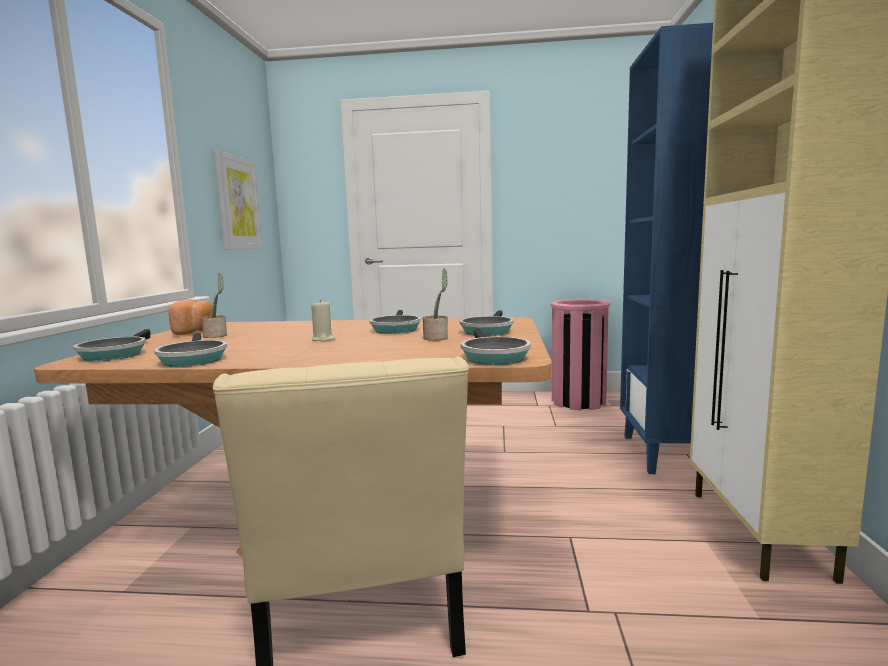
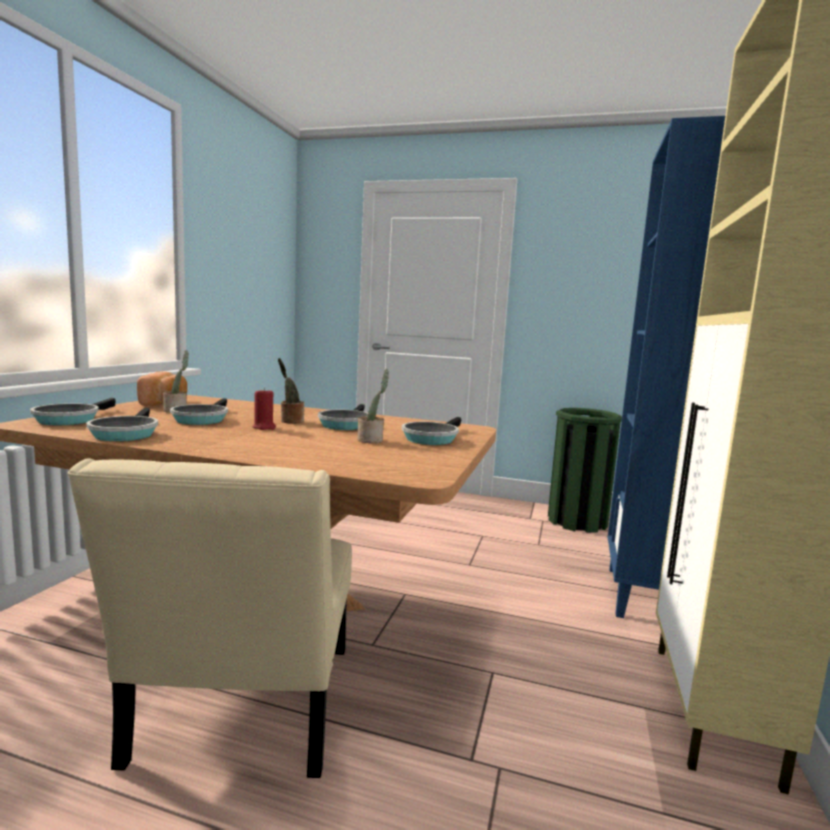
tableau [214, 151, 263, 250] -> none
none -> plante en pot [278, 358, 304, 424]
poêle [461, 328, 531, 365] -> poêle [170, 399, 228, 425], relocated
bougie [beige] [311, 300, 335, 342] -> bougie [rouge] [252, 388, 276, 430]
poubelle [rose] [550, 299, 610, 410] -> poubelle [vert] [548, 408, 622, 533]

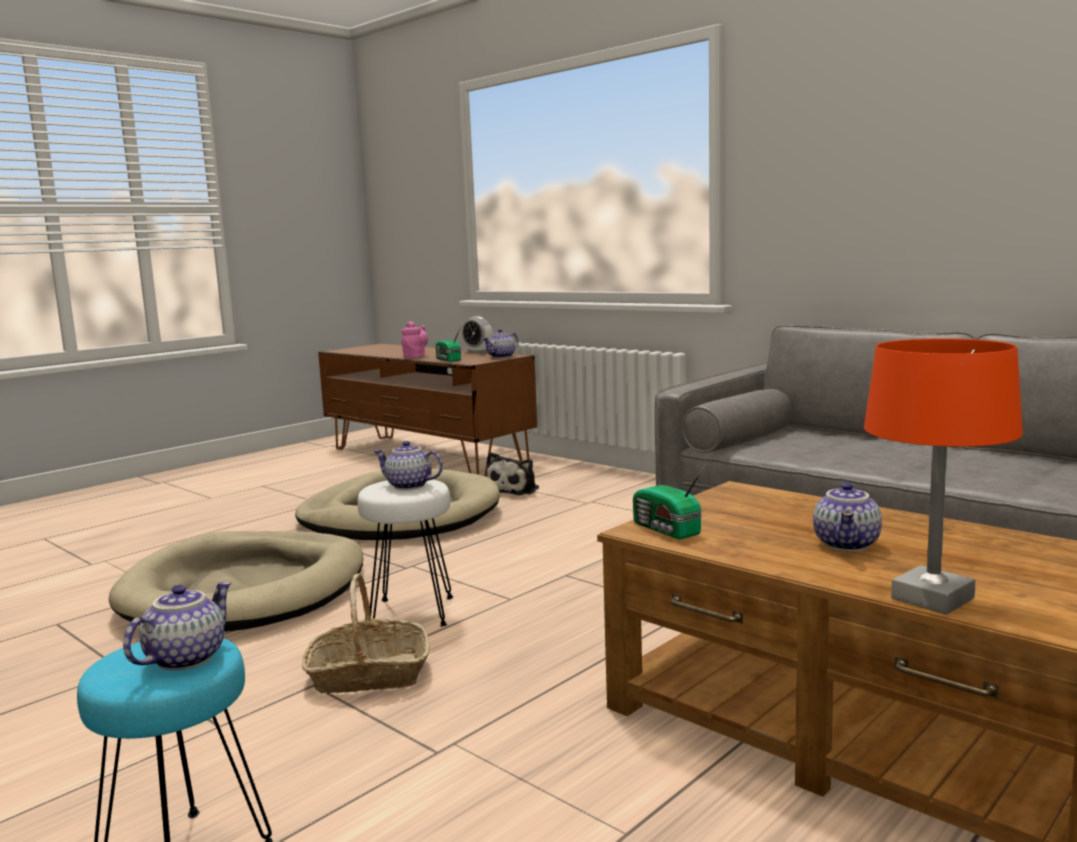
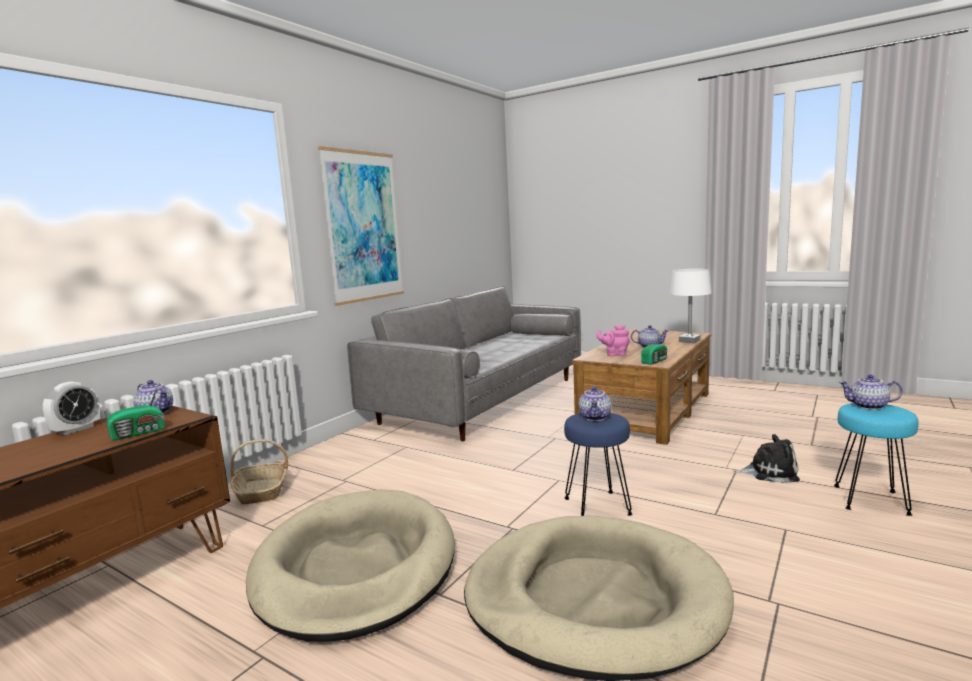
none -> tableau [318, 146, 404, 306]
panier [302, 573, 430, 693] -> panier [230, 440, 288, 505], relocated
théière [rose] [401, 321, 428, 358] -> théière [rose] [597, 325, 630, 356], relocated
peluche [486, 452, 539, 495] -> peluche [734, 434, 800, 483], relocated
tabouret [blanc] [357, 479, 453, 626] -> tabouret [bleu] [564, 413, 633, 516]
lampe de table [orange] [864, 339, 1023, 615] -> lampe de table [blanc] [670, 269, 712, 343]

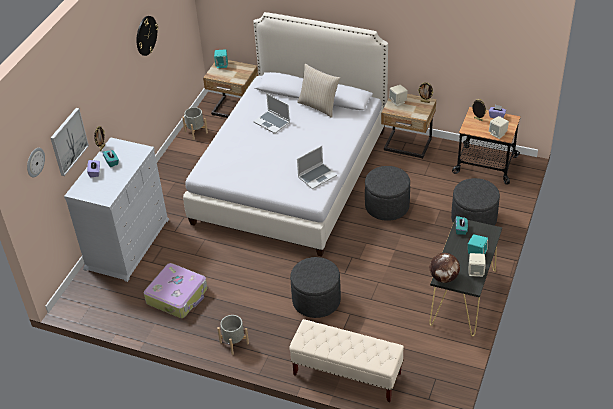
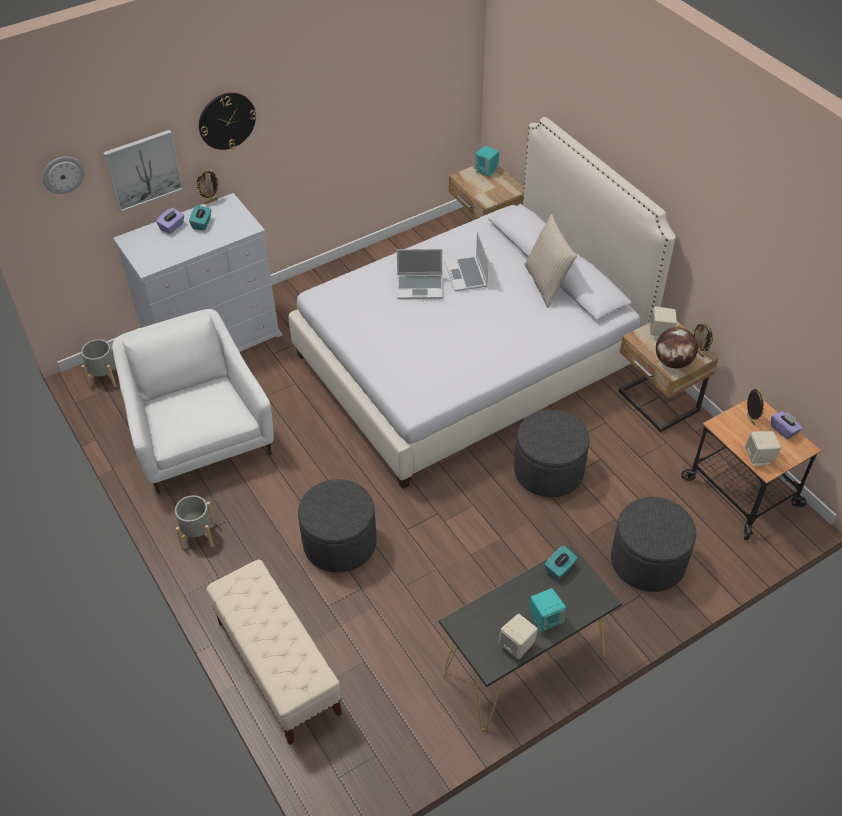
horloge murale [137, 16, 158, 56] -> horloge murale [199, 93, 256, 150], relocated
cache-pot [gris] [182, 107, 208, 140] -> cache-pot [gris] [81, 339, 116, 388], relocated
ordinateur portable [297, 146, 337, 189] -> ordinateur portable [397, 249, 443, 299], relocated
globe [430, 253, 460, 283] -> globe [656, 327, 698, 369], relocated
valise [144, 263, 208, 318] -> fauteuil [blanc] [112, 309, 274, 494]

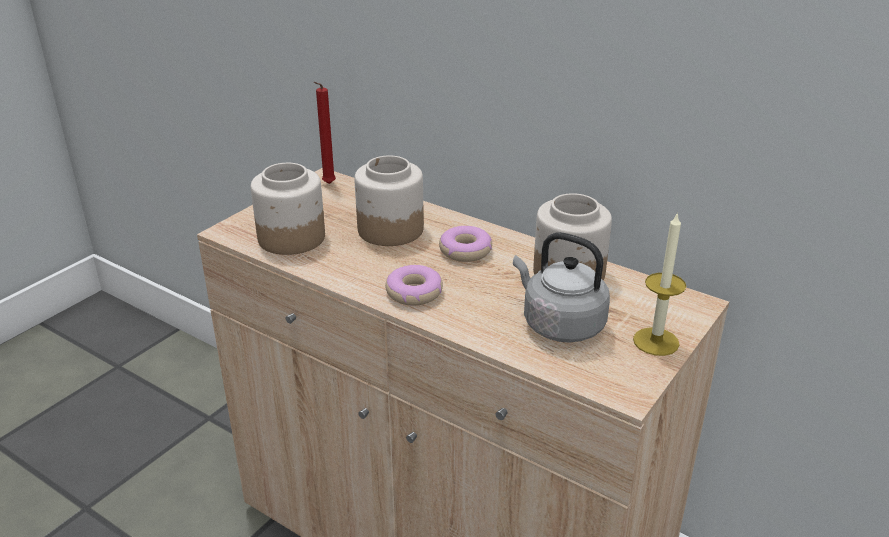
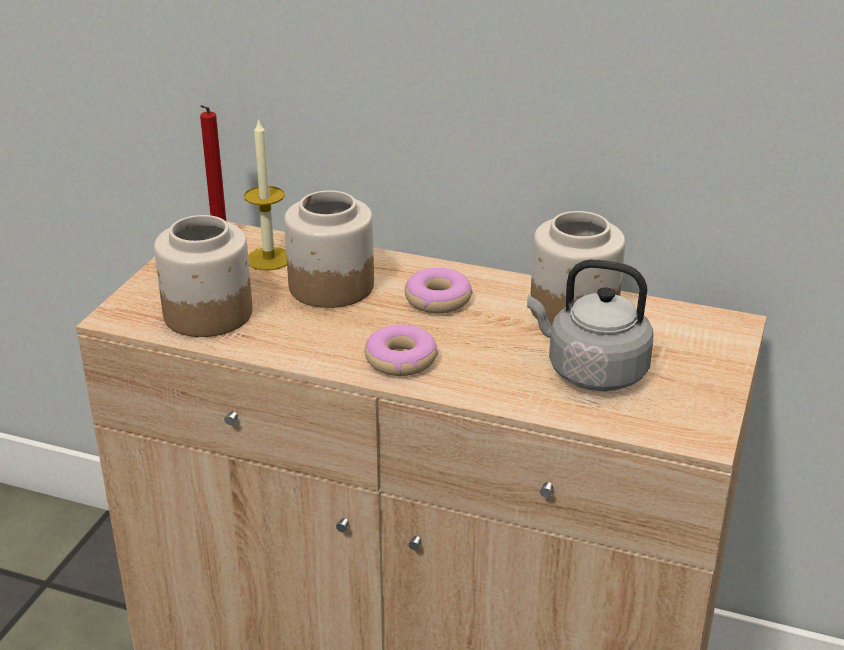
bougie [633, 212, 686, 356] -> bougie [244, 118, 287, 271], relocated

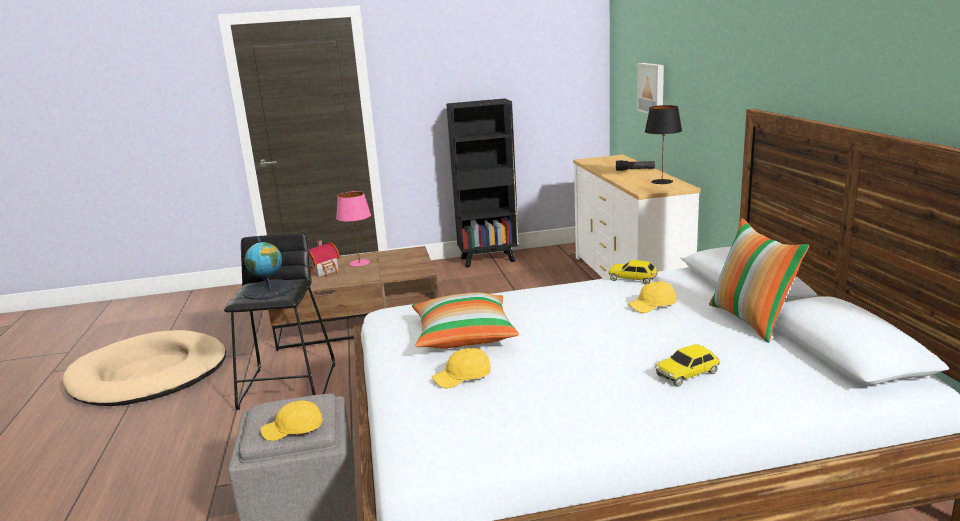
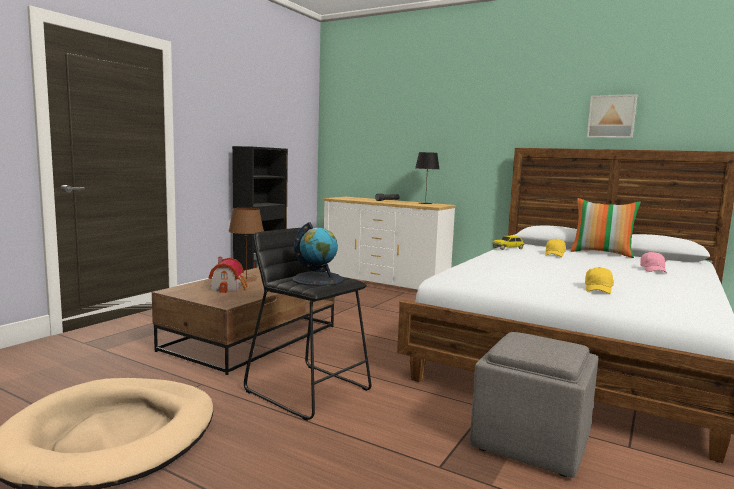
casquette [jaune] [261, 400, 323, 441] -> none
coussin [412, 293, 519, 348] -> none
tableau [637, 63, 664, 114] -> tableau [587, 94, 637, 138], relocated
petite voiture [655, 344, 720, 387] -> casquette [rose] [640, 252, 667, 273]
lampe de table [rose] [336, 191, 371, 266] -> lampe de table [marron] [228, 208, 263, 282]

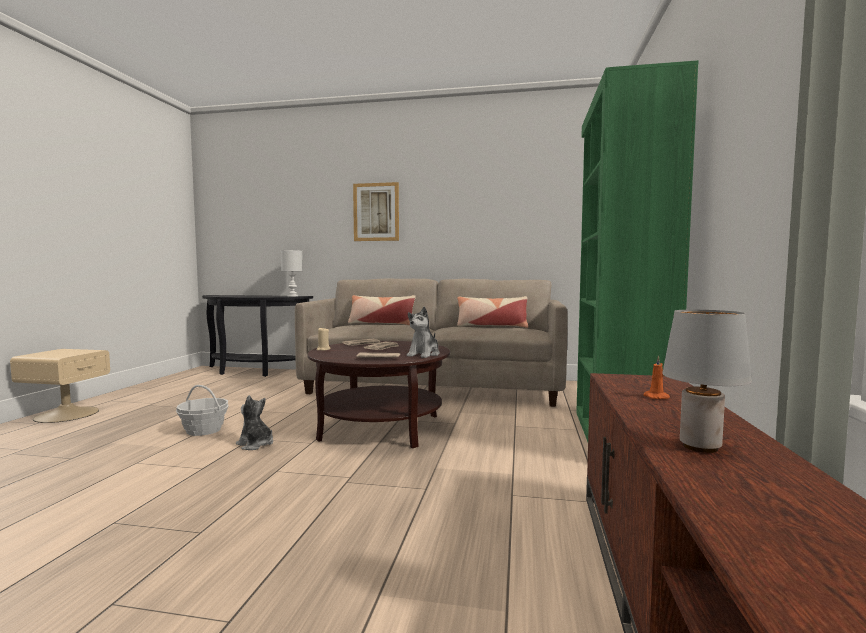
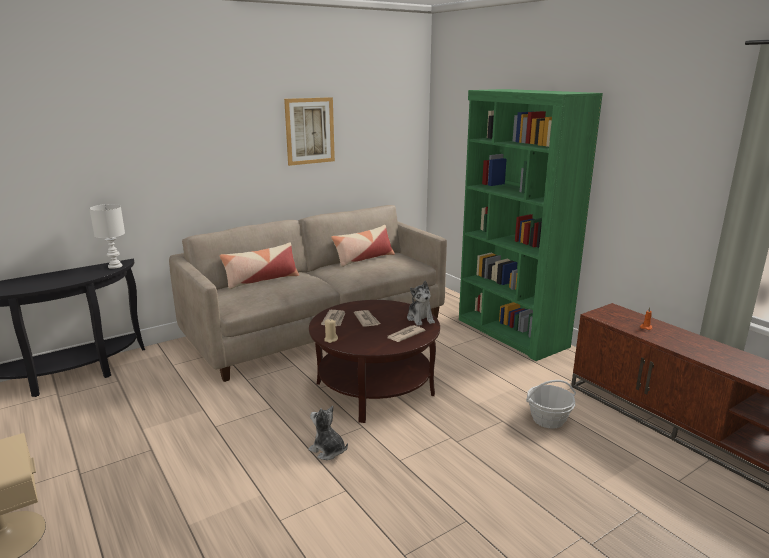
lampe de table [gris] [662, 310, 752, 453] -> none
panier [176, 385, 229, 436] -> panier [526, 380, 576, 428], relocated
tableau [353, 182, 399, 241] -> tableau [284, 97, 335, 166], relocated
peluche [236, 395, 273, 450] -> peluche [308, 406, 348, 460], 45 degrees clockwise

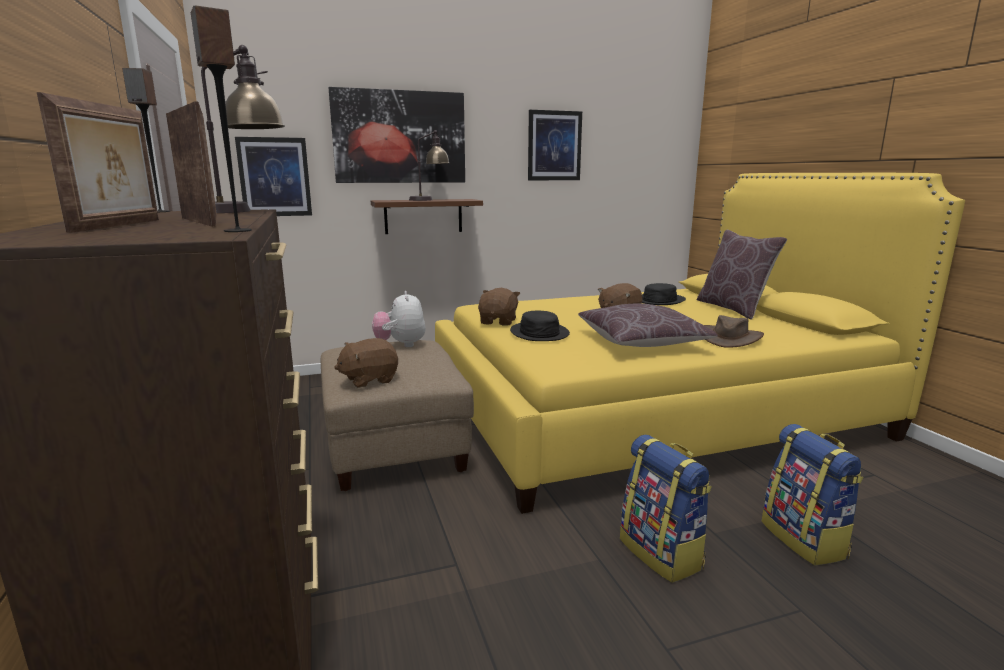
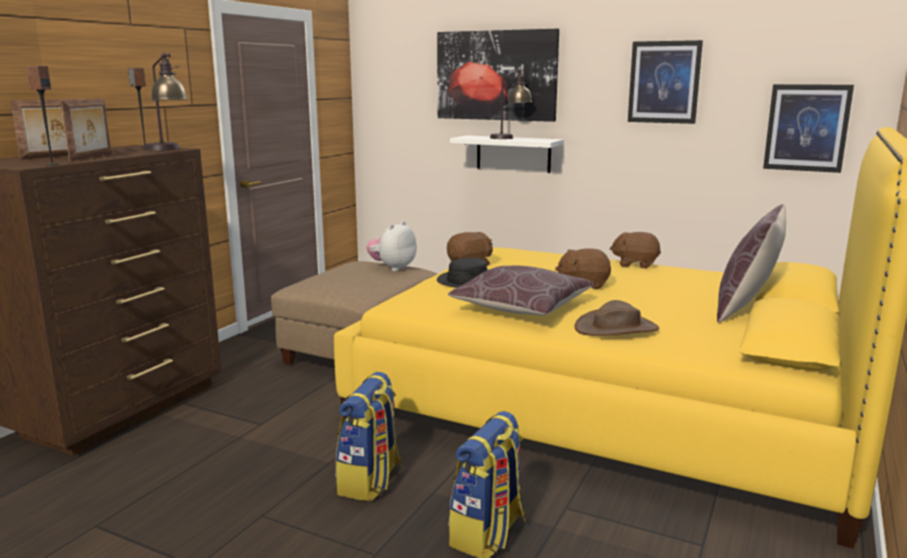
chapeau [noir] [642, 283, 686, 305] -> none
tableau [235, 137, 312, 216] -> tableau [763, 84, 854, 173], relocated
peluche [marron] [334, 338, 398, 388] -> peluche [marron] [610, 232, 661, 268], relocated
étagère [marron] [371, 199, 483, 234] -> étagère [blanc] [450, 135, 564, 173]

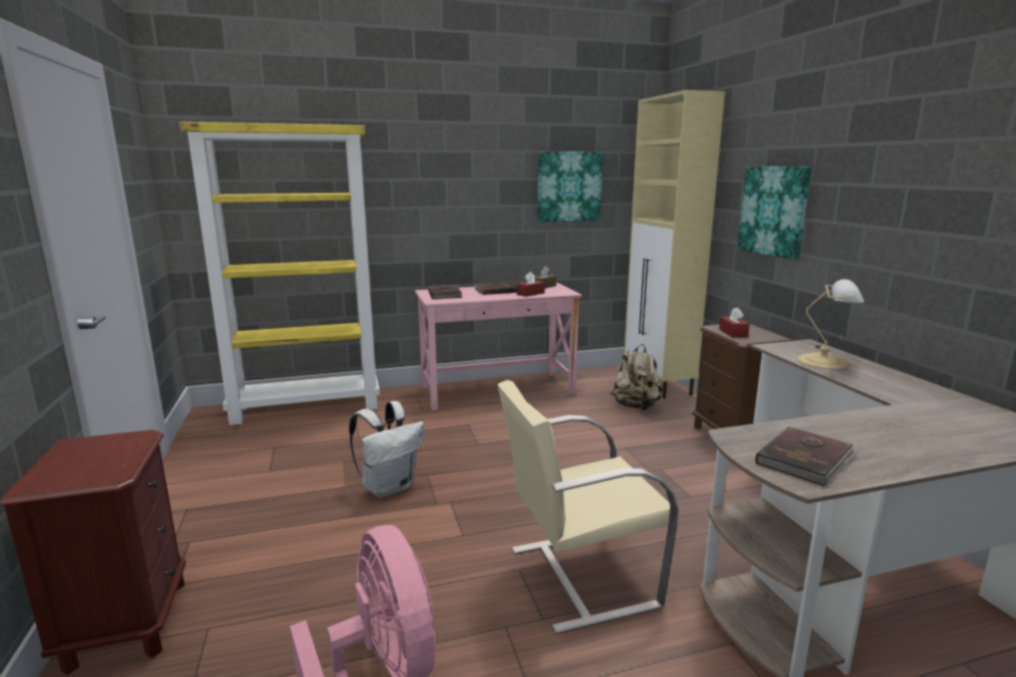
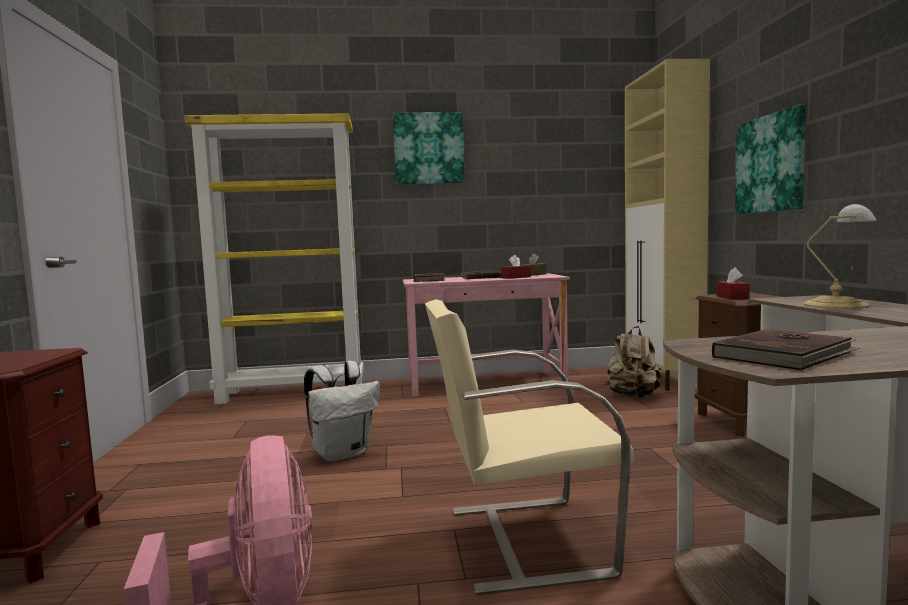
tableau [537, 152, 603, 222] -> tableau [393, 112, 465, 185], relocated

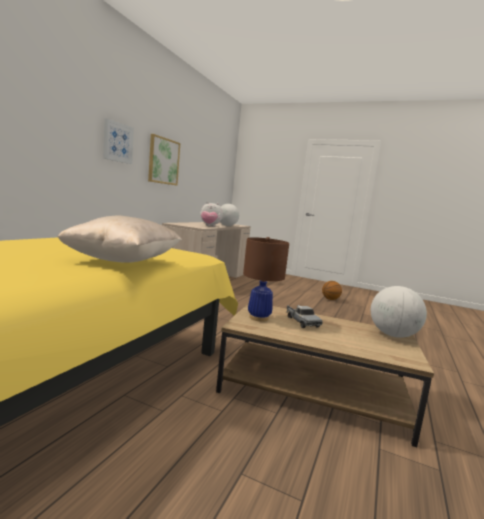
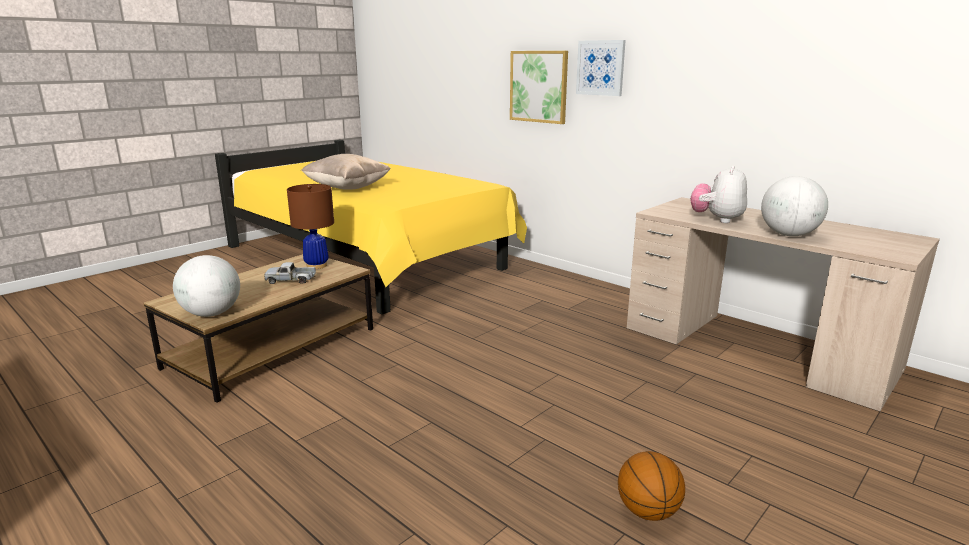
tableau [148, 134, 180, 185] -> tableau [510, 51, 568, 124], relocated

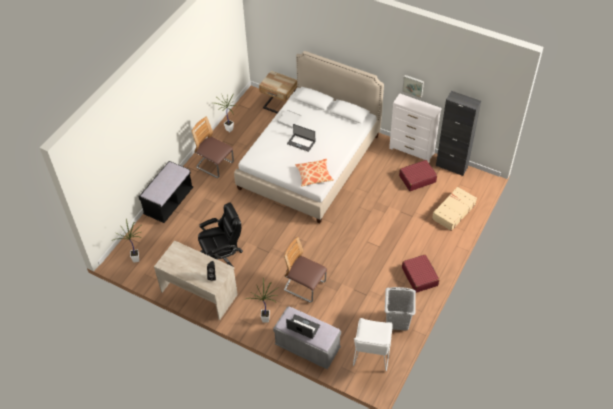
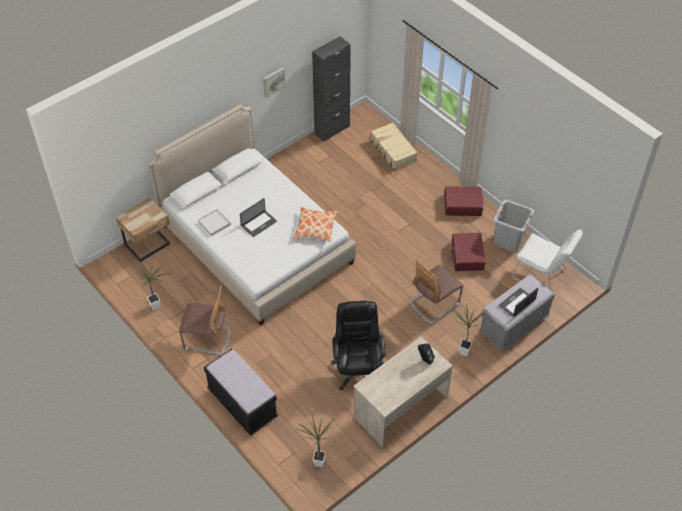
commode [blanc] [389, 93, 442, 163] -> none
valise [rouge] [399, 160, 437, 191] -> valise [rouge] [451, 233, 485, 271], relocated
chaise [192, 116, 234, 178] -> chaise [179, 285, 230, 355], 135 degrees counterclockwise

